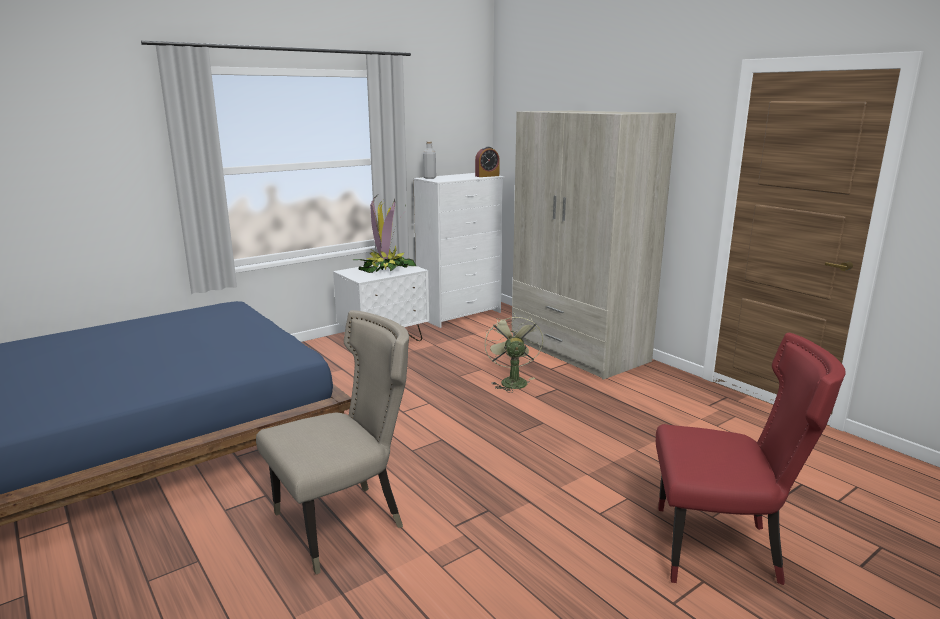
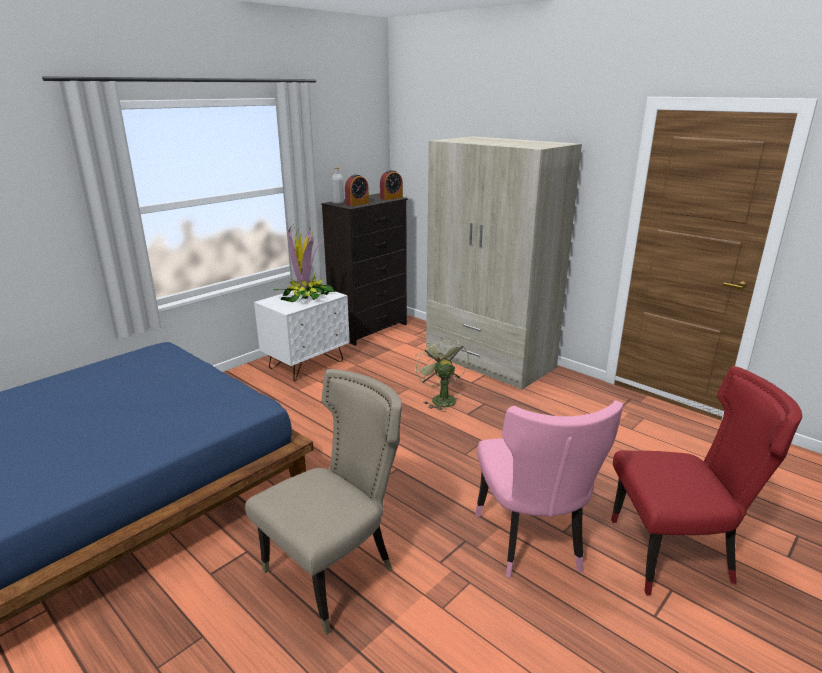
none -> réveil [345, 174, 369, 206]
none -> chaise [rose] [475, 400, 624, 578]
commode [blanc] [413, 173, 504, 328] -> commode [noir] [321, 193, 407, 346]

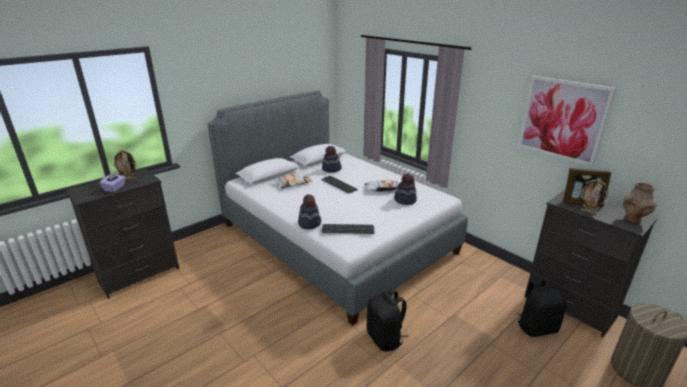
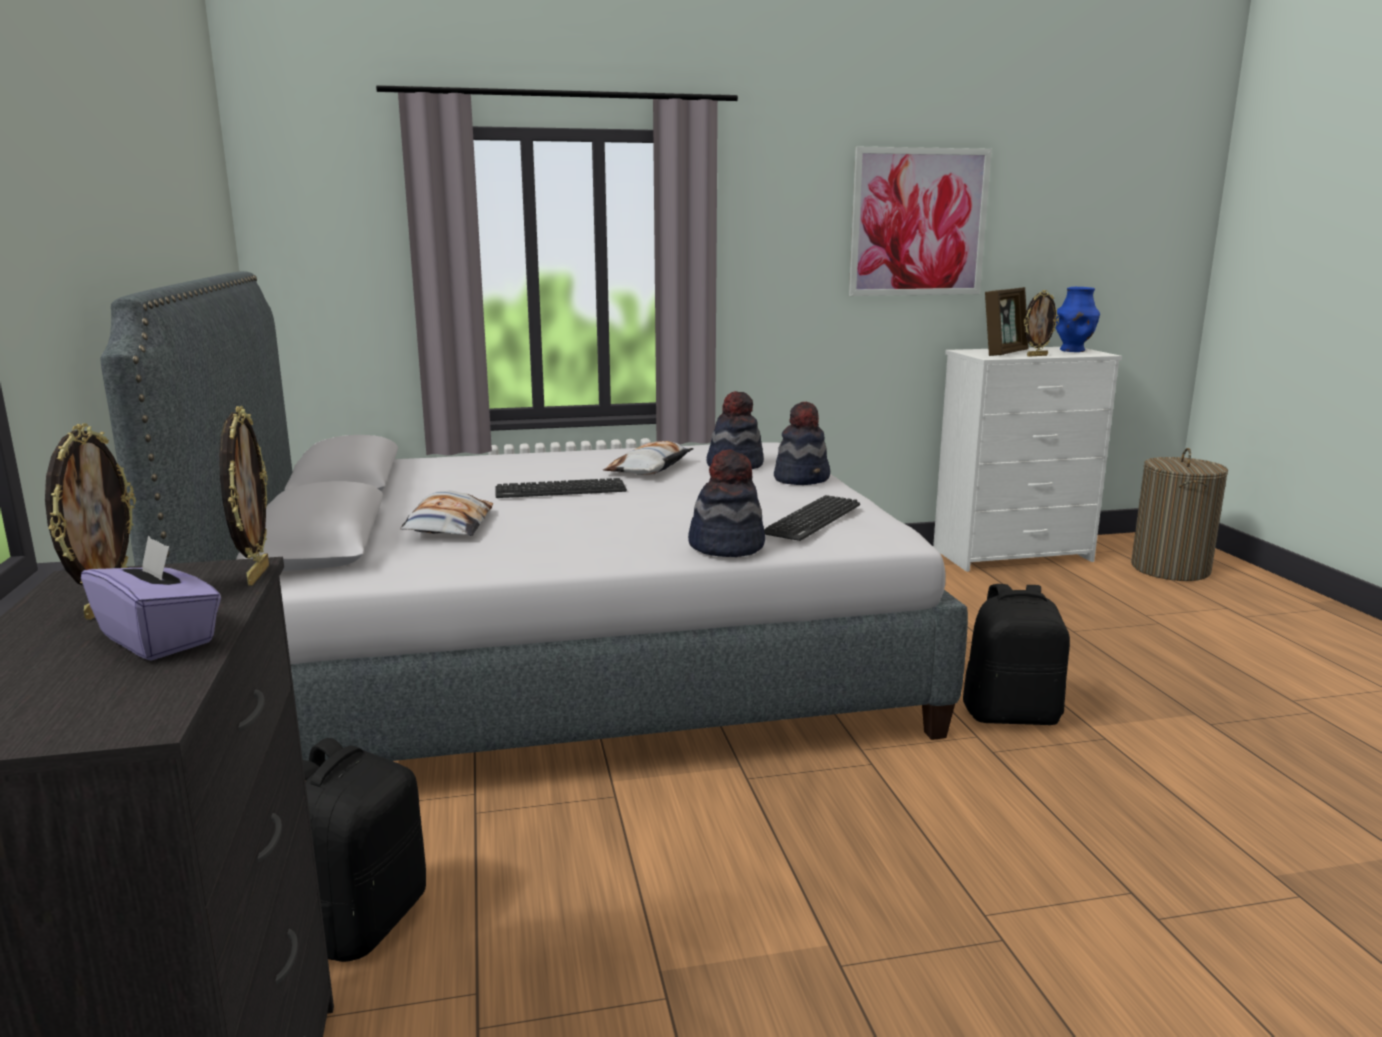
none -> cadre photo [219, 406, 269, 586]
chapeau [322, 146, 342, 172] -> chapeau [774, 401, 830, 485], relocated
sac à dos [noir] [517, 279, 567, 337] -> sac à dos [noir] [303, 738, 426, 962], relocated
commode [noir] [524, 190, 658, 337] -> commode [blanc] [933, 347, 1122, 572]
vase [marron] [623, 182, 657, 223] -> vase [bleu] [1055, 287, 1100, 352]

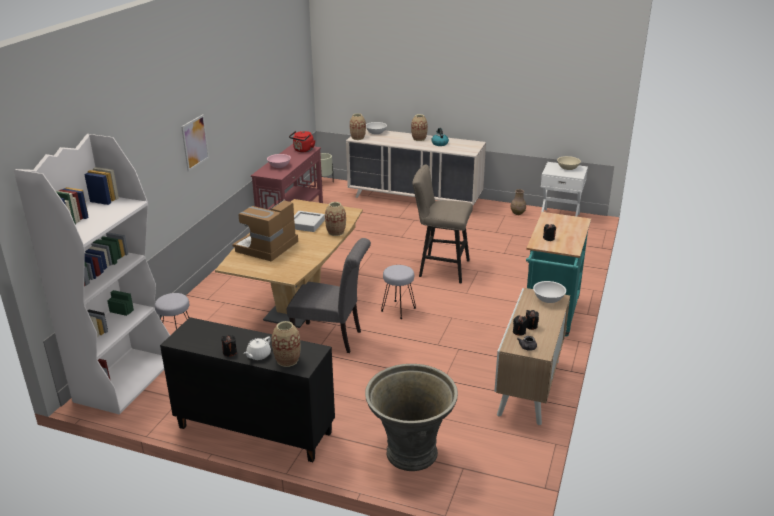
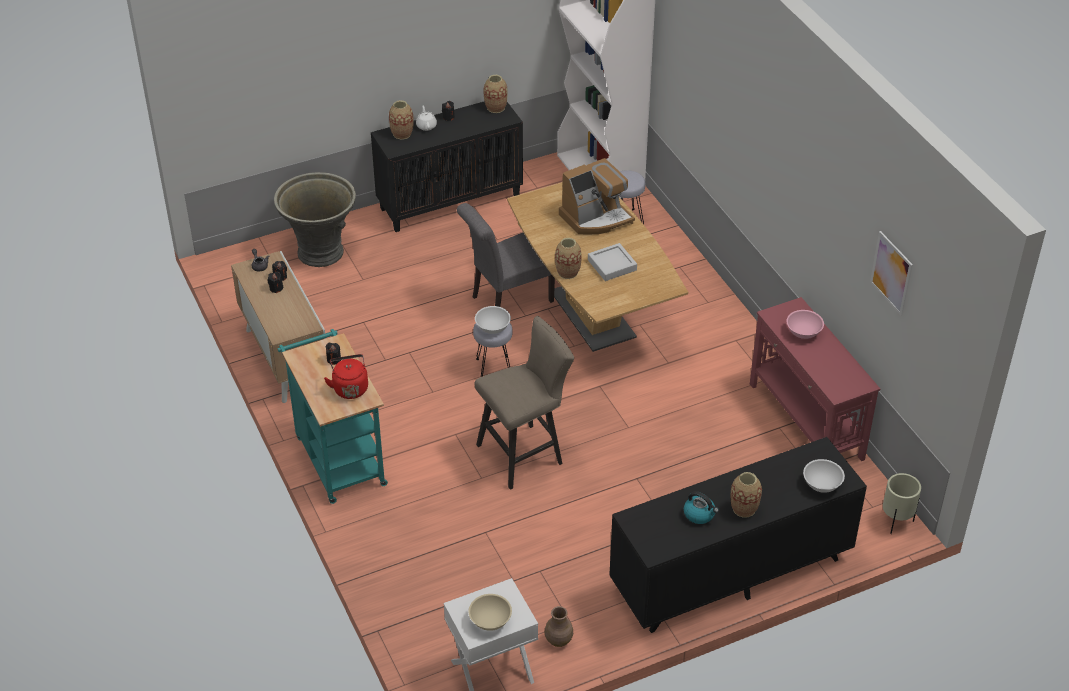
tableau [181, 114, 209, 171] -> tableau [870, 231, 913, 316], relocated
bouilloire [rouge] [289, 131, 315, 152] -> bouilloire [rouge] [324, 354, 368, 399], relocated
vase [350, 113, 366, 140] -> vase [484, 75, 507, 113], relocated
bol [blanc] [533, 281, 566, 303] -> bol [blanc] [475, 306, 511, 334], relocated
commode [beige] [346, 128, 486, 205] -> commode [noir] [609, 437, 867, 633]
machine à café [232, 200, 298, 262] -> machine à café [559, 158, 635, 234], 75 degrees clockwise

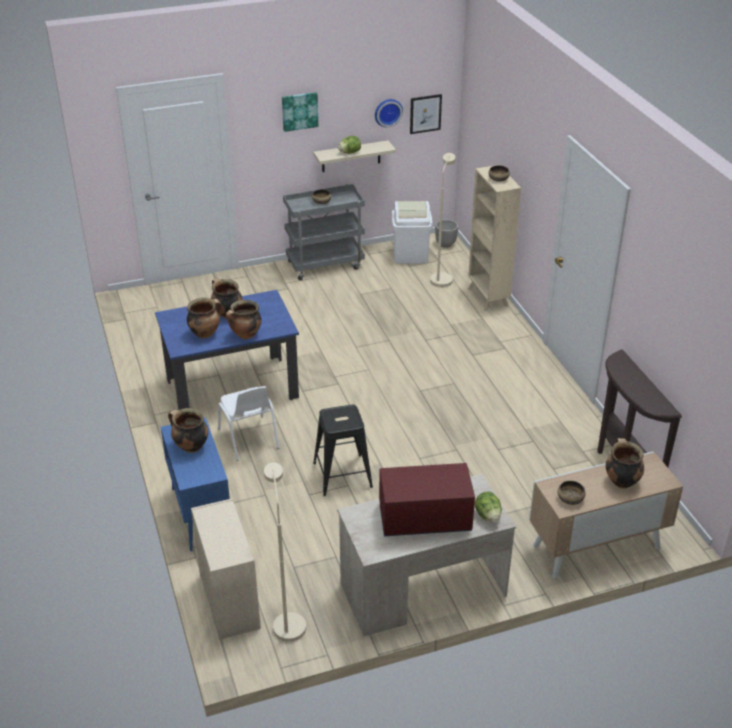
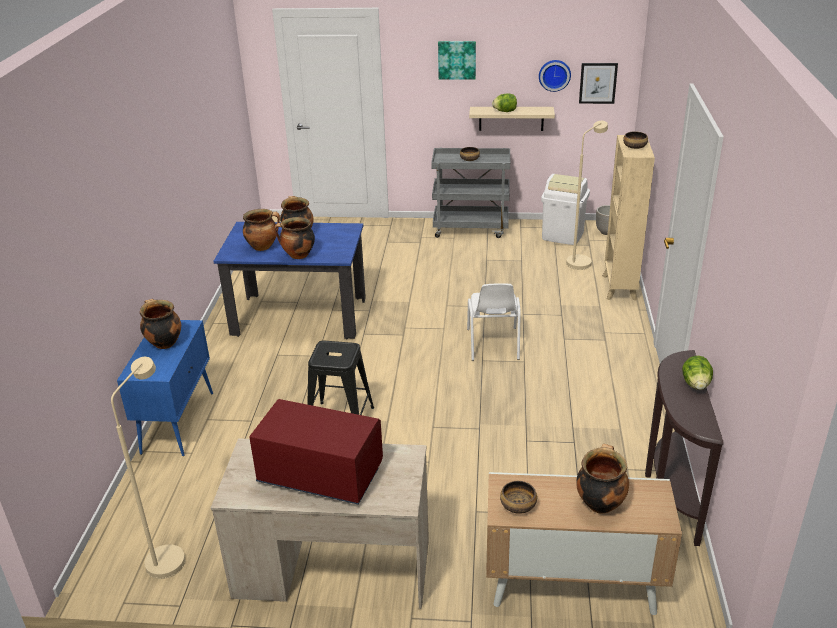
commode [beige] [191, 498, 261, 640] -> none
chaise [blanc] [218, 386, 279, 461] -> chaise [blanc] [467, 283, 521, 361], relocated
laitue [475, 492, 502, 523] -> laitue [682, 356, 713, 390], relocated

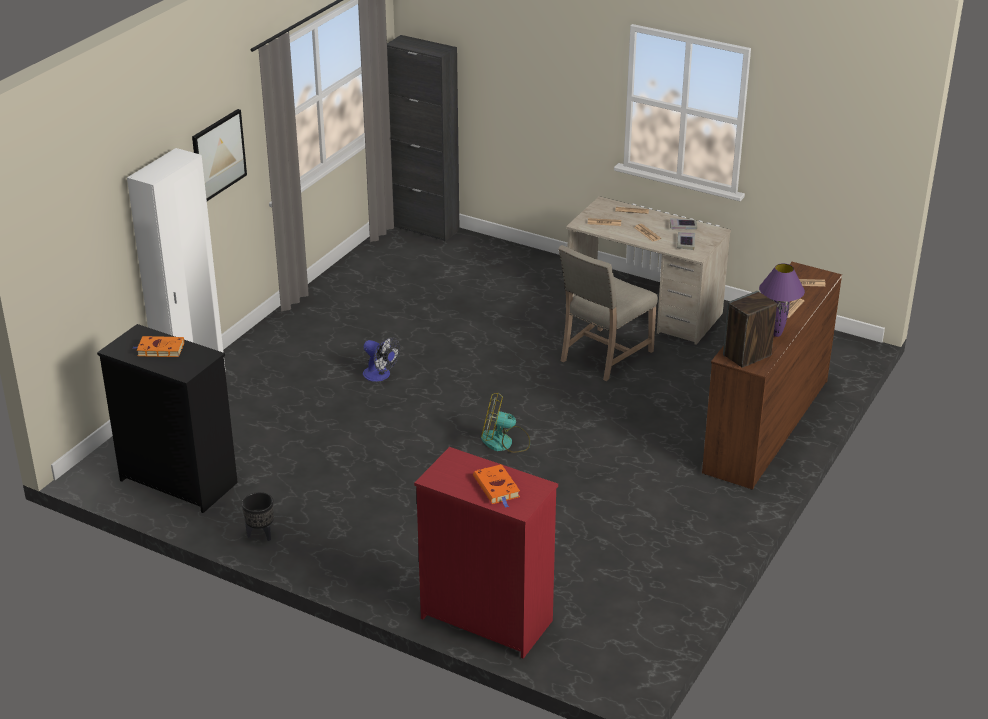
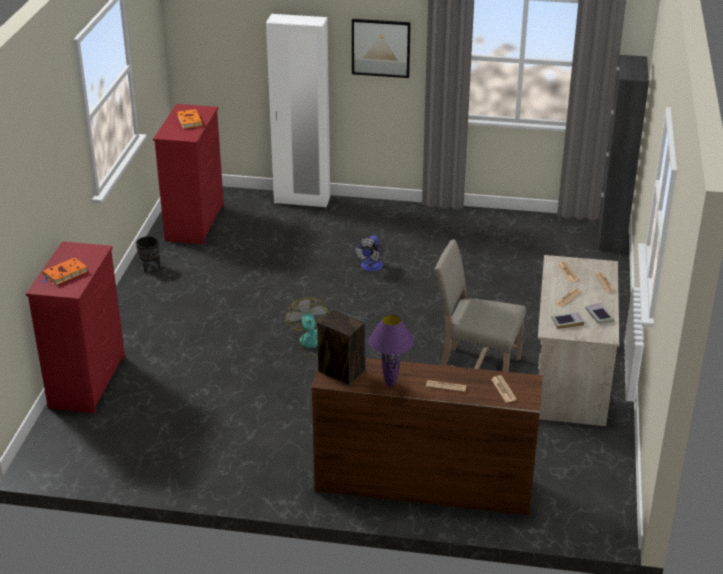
commode [noir] [97, 324, 238, 513] -> commode [rouge] [153, 104, 224, 244]

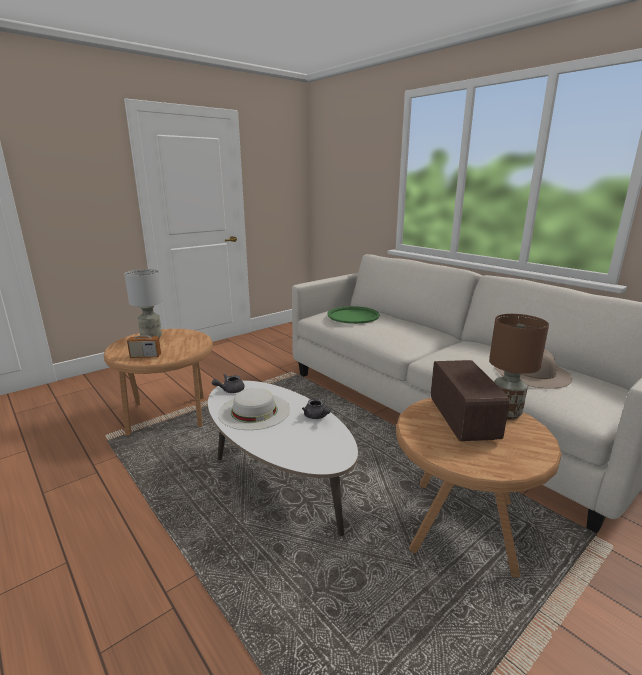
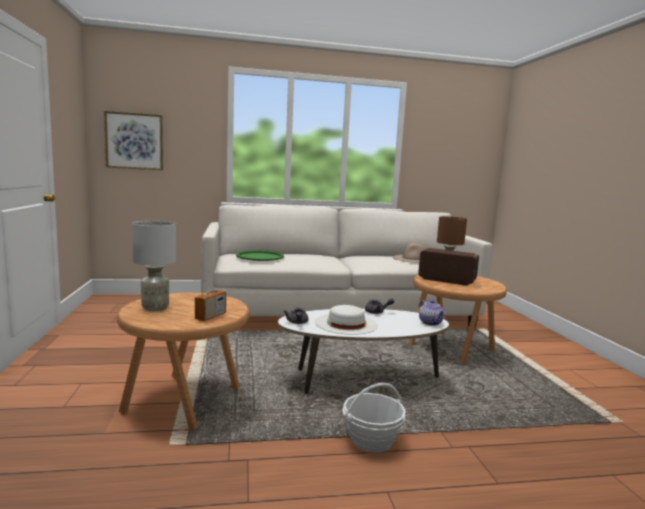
none -> tableau [104, 111, 163, 170]
none -> panier [342, 383, 406, 453]
none -> théière [419, 300, 445, 326]

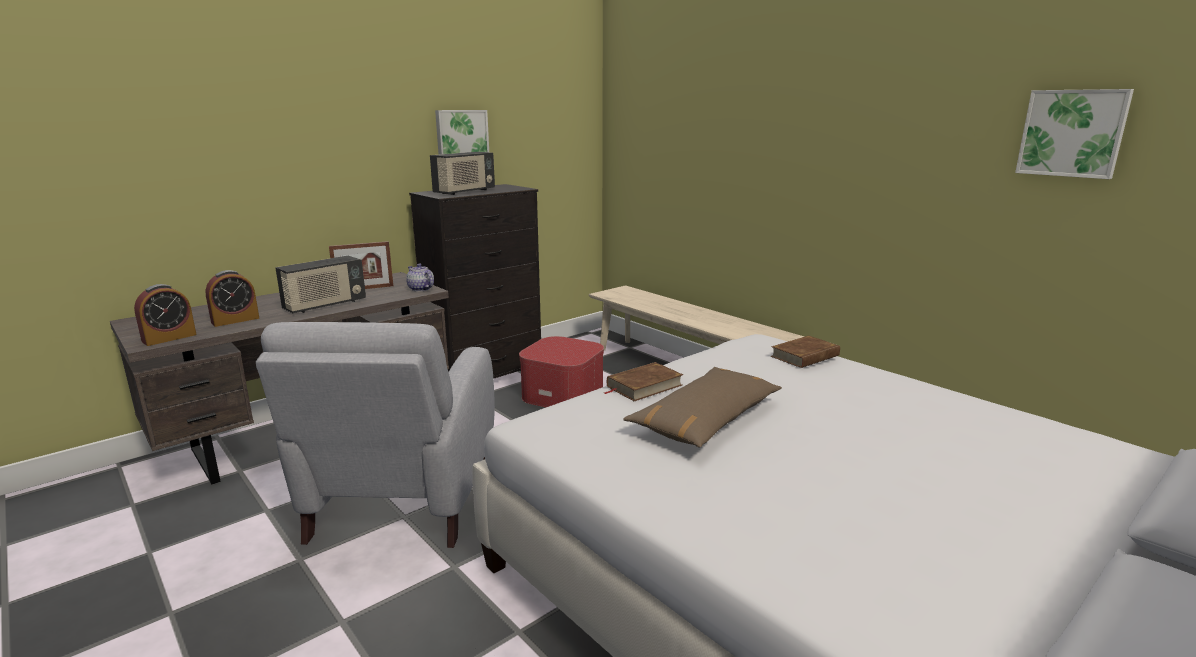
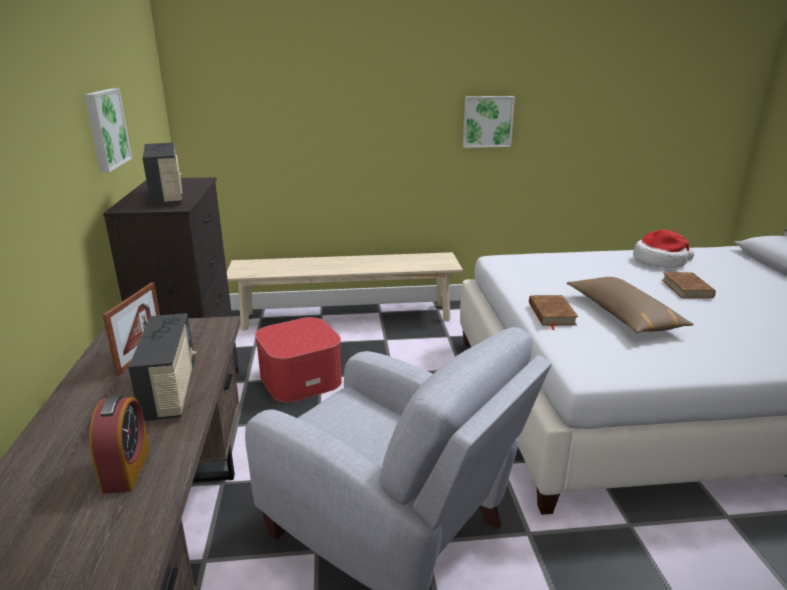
réveil [134, 284, 197, 346] -> none
théière [406, 264, 434, 292] -> none
none -> chapeau [633, 230, 694, 268]
livre [marron] [771, 336, 840, 368] -> livre [marron] [662, 272, 716, 298], relocated
tableau [1015, 89, 1134, 179] -> tableau [463, 96, 515, 148], relocated

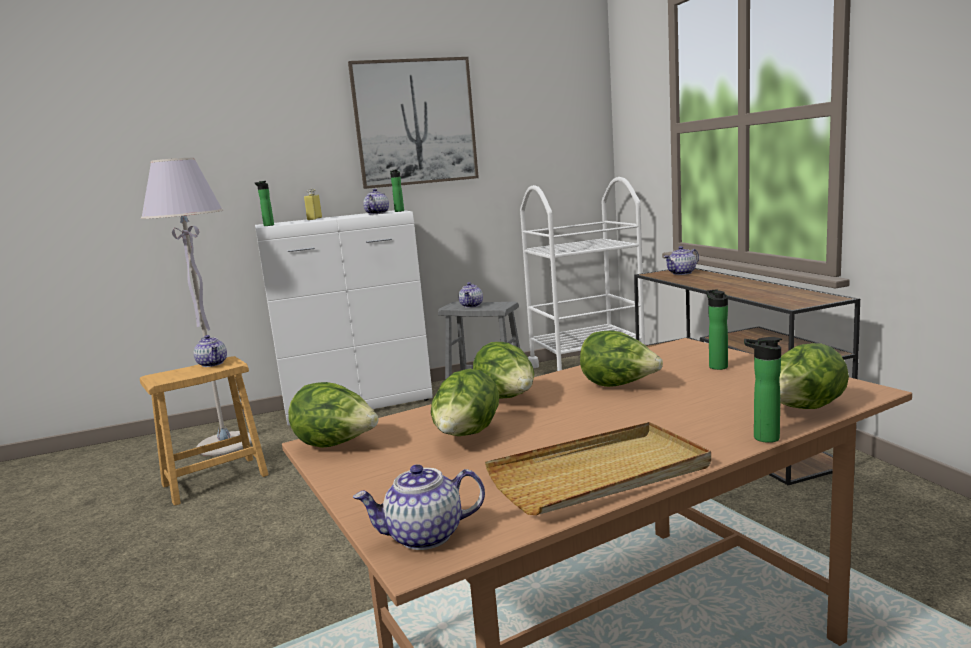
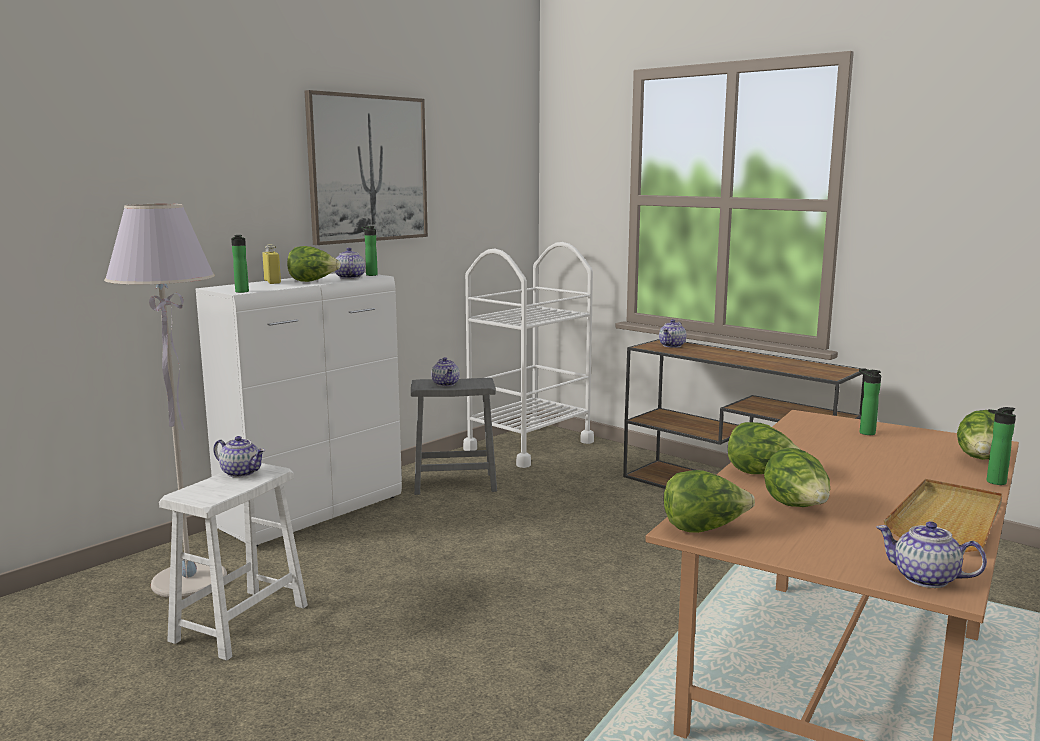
laitue [580, 331, 663, 387] -> laitue [287, 246, 341, 282], relocated
tabouret [marron] [140, 356, 269, 506] -> tabouret [blanc] [159, 463, 308, 661]
théière [353, 464, 485, 550] -> théière [876, 521, 987, 588], 75 degrees clockwise

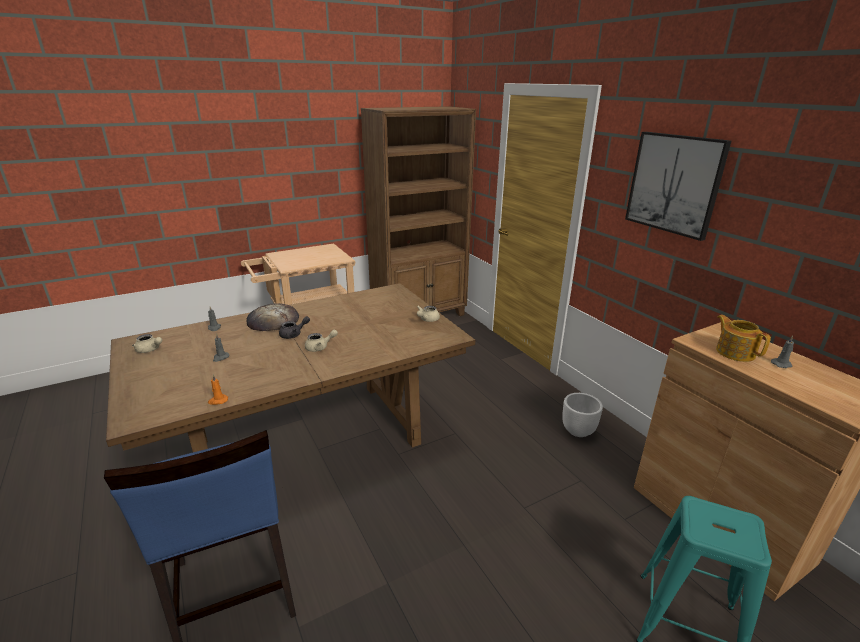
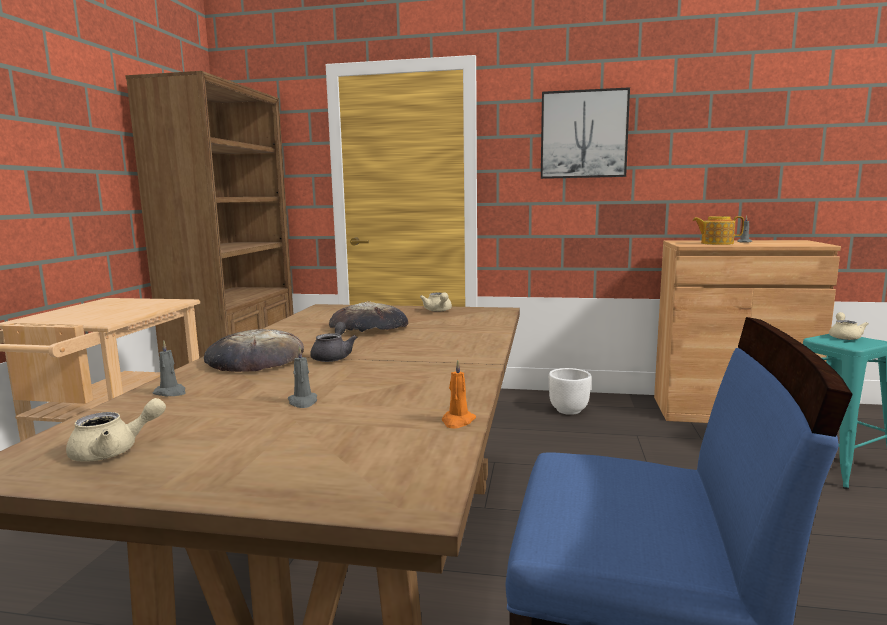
none -> pain [329, 301, 408, 332]
théière [beige] [305, 330, 338, 352] -> théière [beige] [829, 312, 869, 340], relocated

